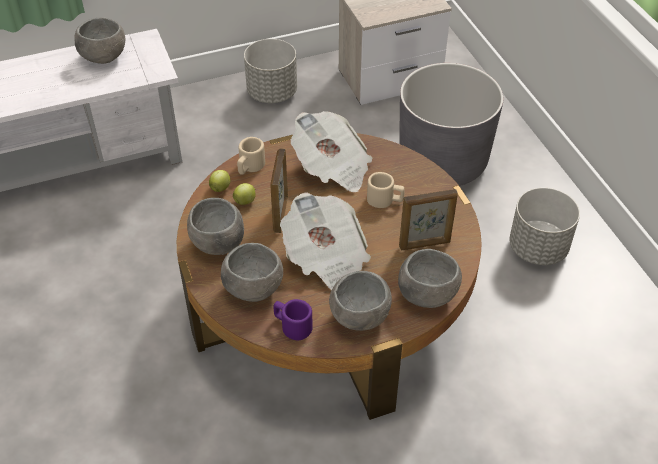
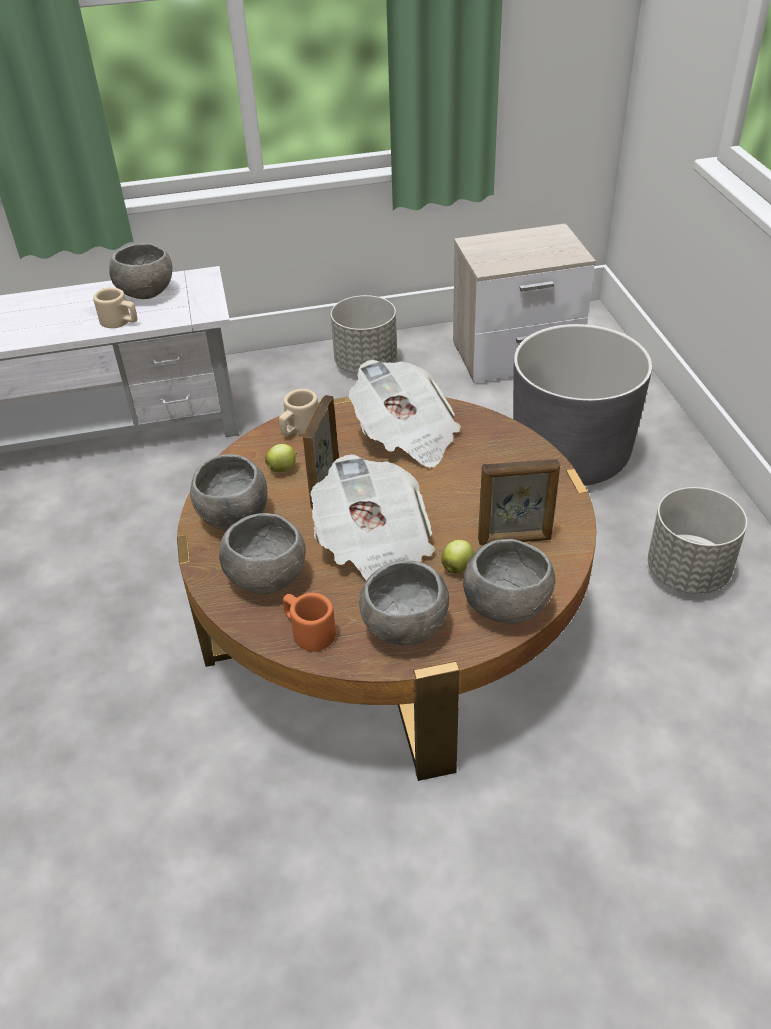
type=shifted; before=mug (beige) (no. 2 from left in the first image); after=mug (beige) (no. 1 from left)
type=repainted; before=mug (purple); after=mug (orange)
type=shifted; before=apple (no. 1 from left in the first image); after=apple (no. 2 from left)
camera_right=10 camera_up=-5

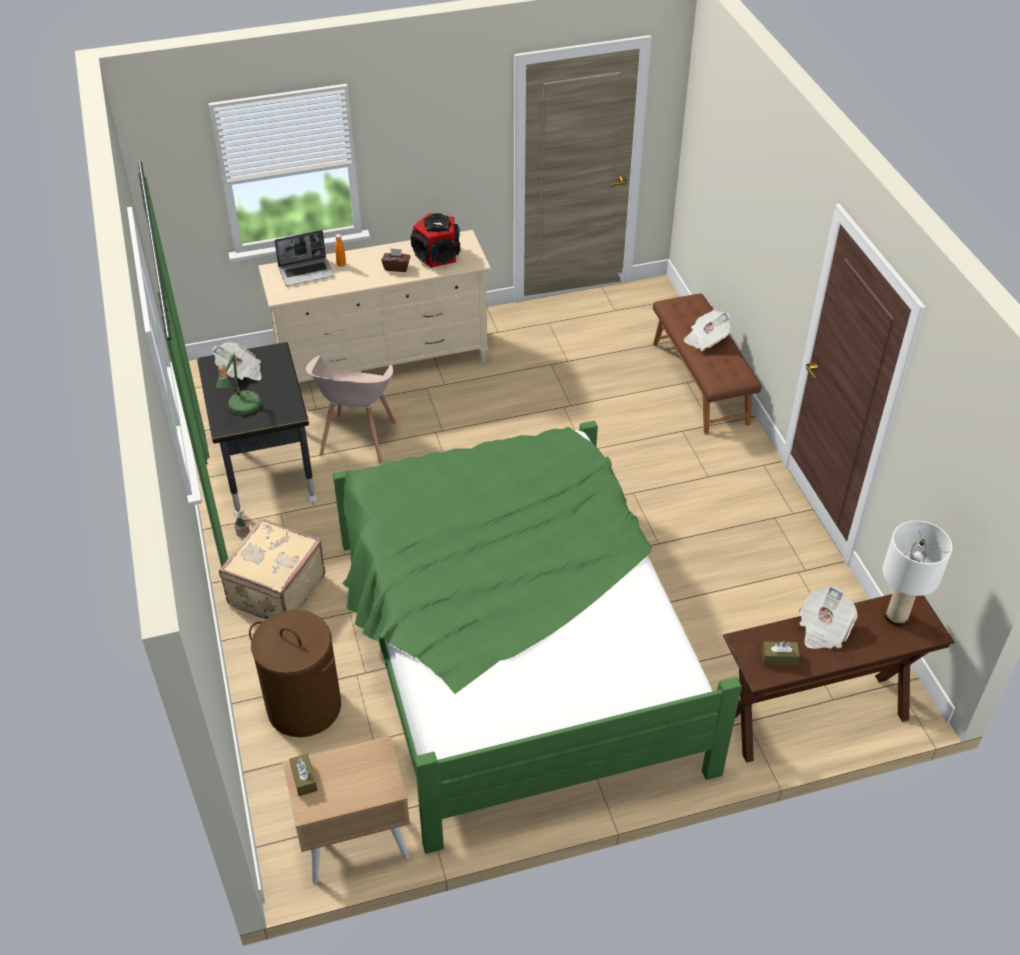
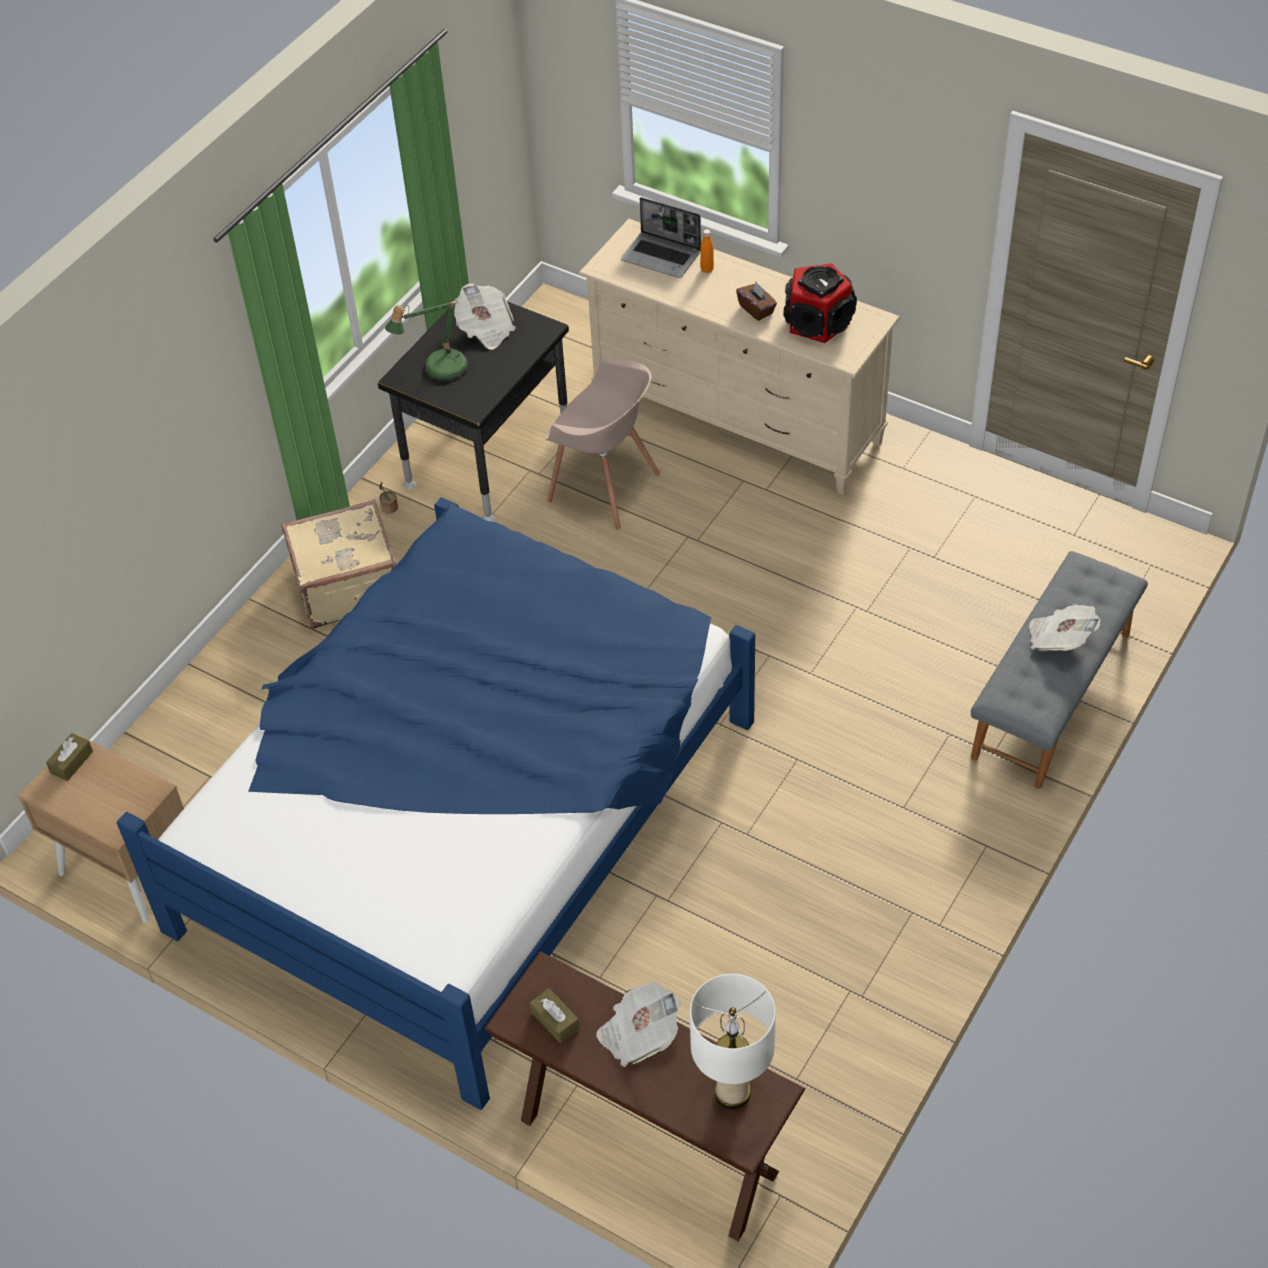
type=repainted; before=bed (green); after=bed (blue)
type=rotated; before=chair (beige); turn=-120
type=repainted; before=bench (brown); after=bench (grey)
type=gone; before=laundry basket (brown)
camera_right=50 camera_up=5

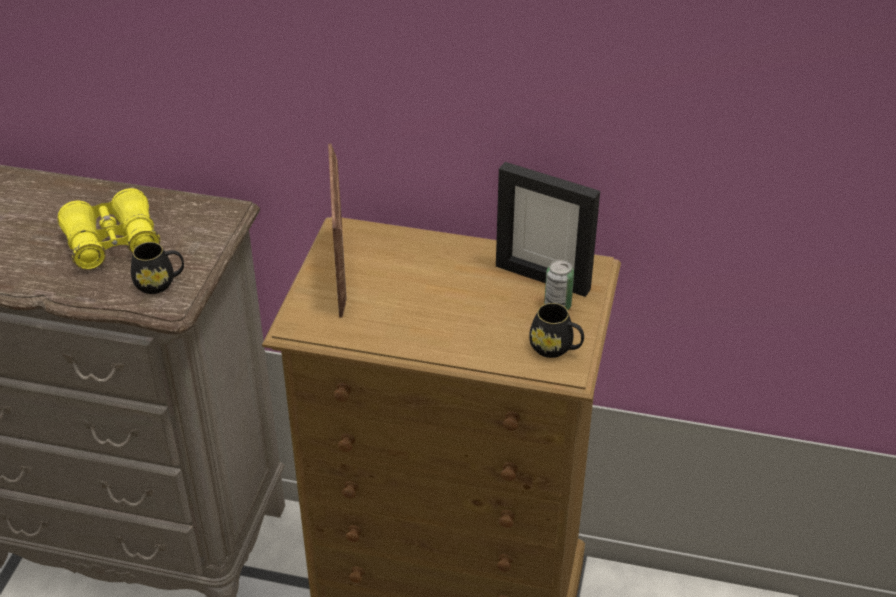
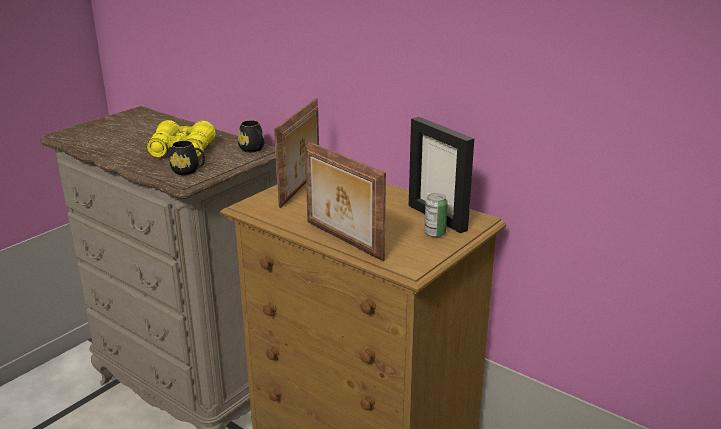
type=shifted; before=mug (black) (no. 2 from left)
type=new; after=picture frame (no. 2 from left)
camera_right=25 camera_up=-15

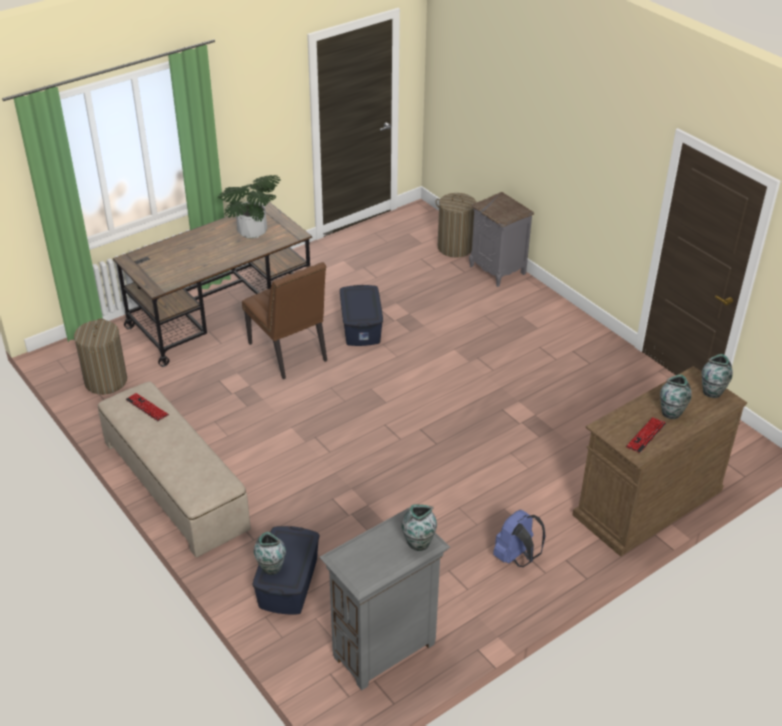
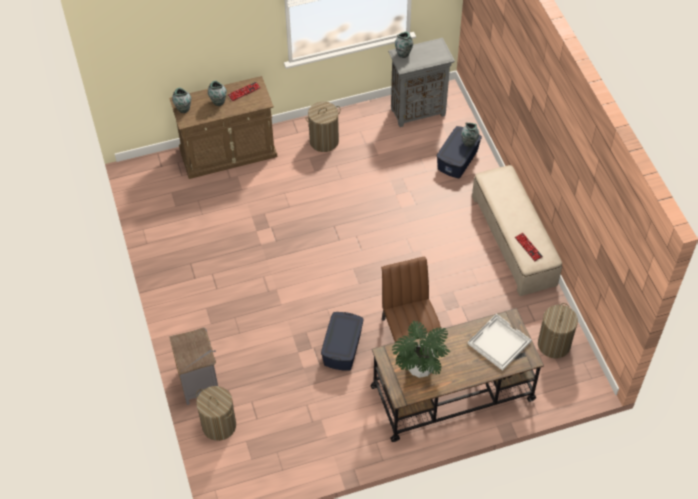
type=swapped; before=backpack (blue); after=laundry basket (no. 2 from left)
type=new; after=tray (white)
camera_right=-160 camera_up=15

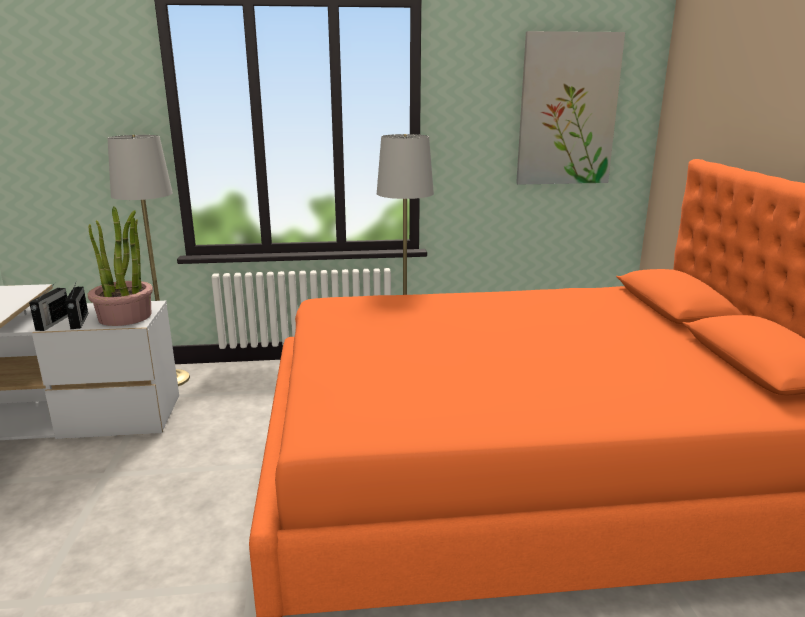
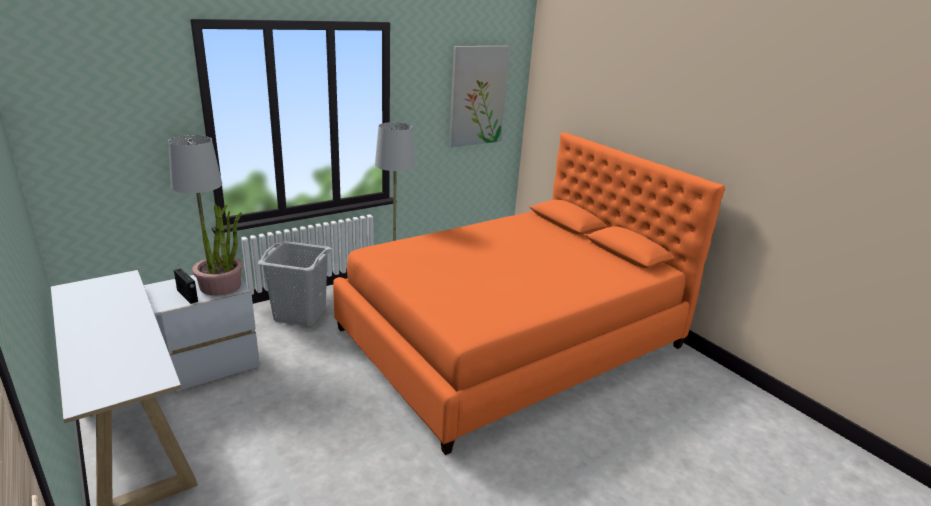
type=new; after=laundry basket (grey)
type=gone; before=radio (no. 1 from left)
camera_right=-30 camera_up=5

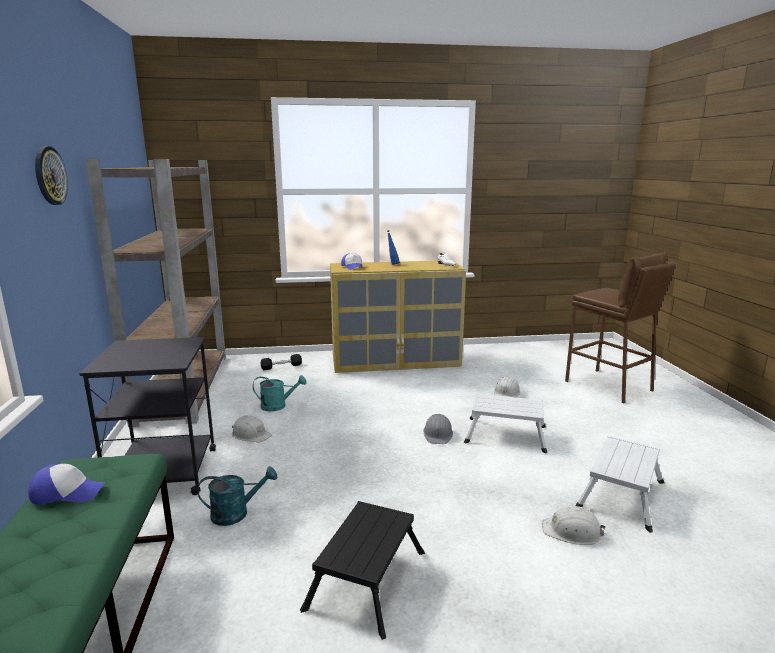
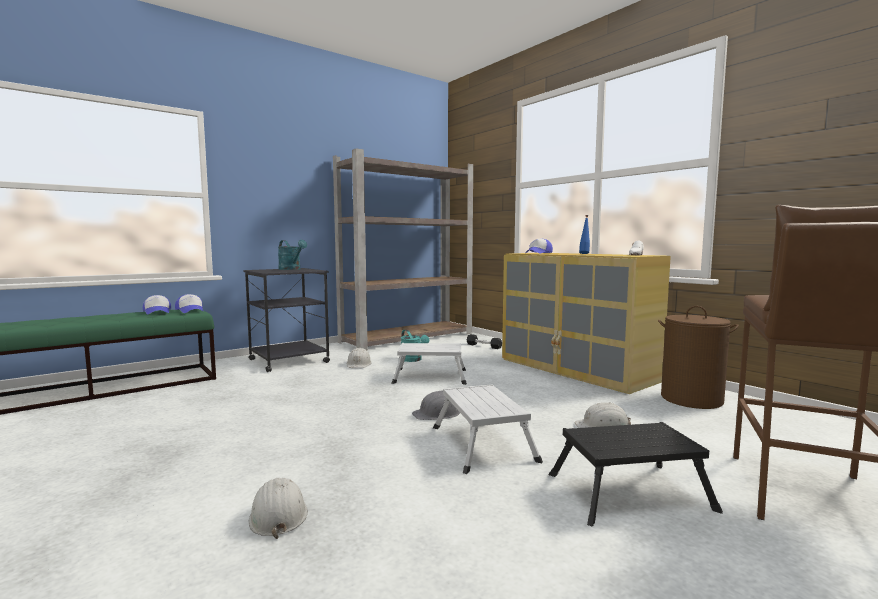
type=new; after=cap (no. 2 from left)
type=shifted; before=watering can (turquoise) (no. 1 from left)
type=shifted; before=step ladder (white) (no. 2 from left in the first image); after=step ladder (white) (no. 1 from left)
type=shifted; before=step ladder (black)
type=new; after=laundry basket (brown)
type=gone; before=wall clock
camera_right=60 camera_up=-10

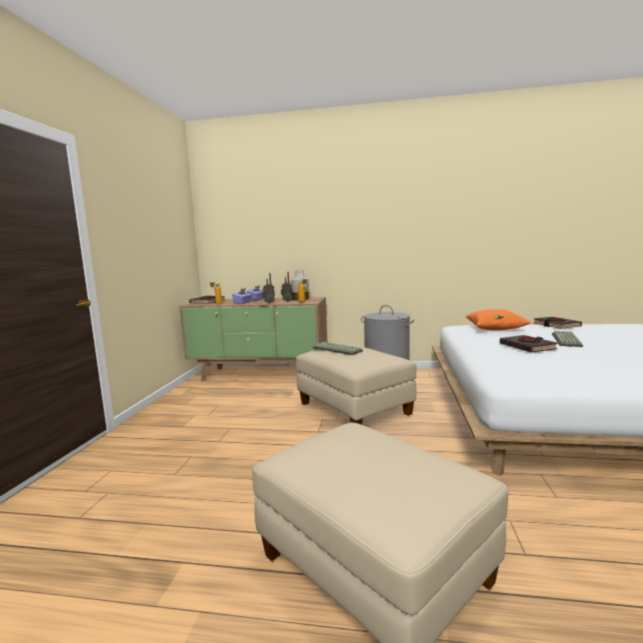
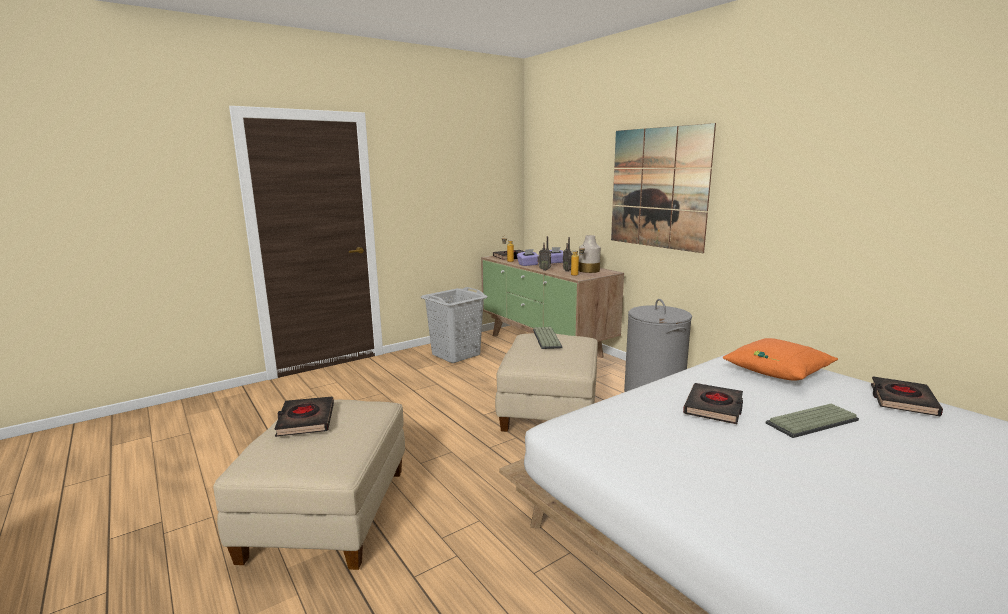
type=new; after=book (black) (no. 1 from left)
type=new; after=laundry basket (grey) (no. 1 from left)
type=new; after=picture
camera_right=45 camera_up=5

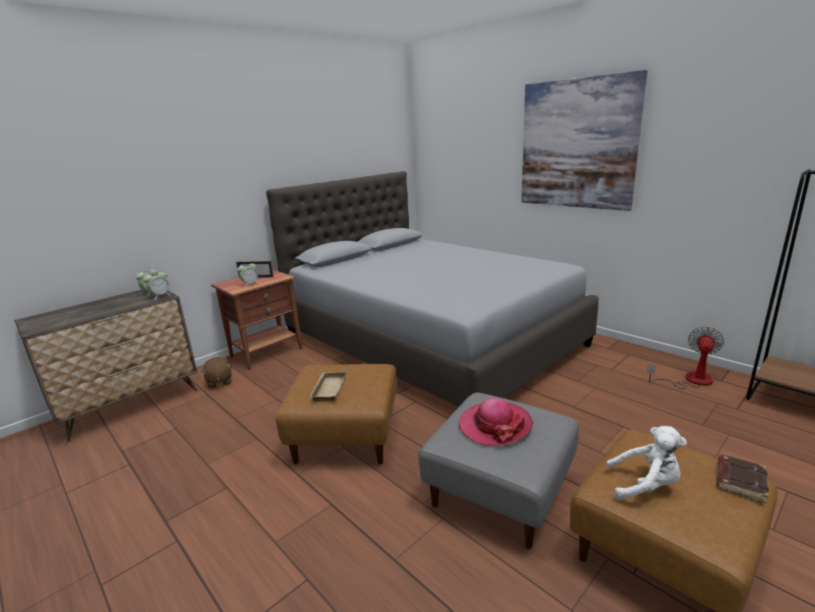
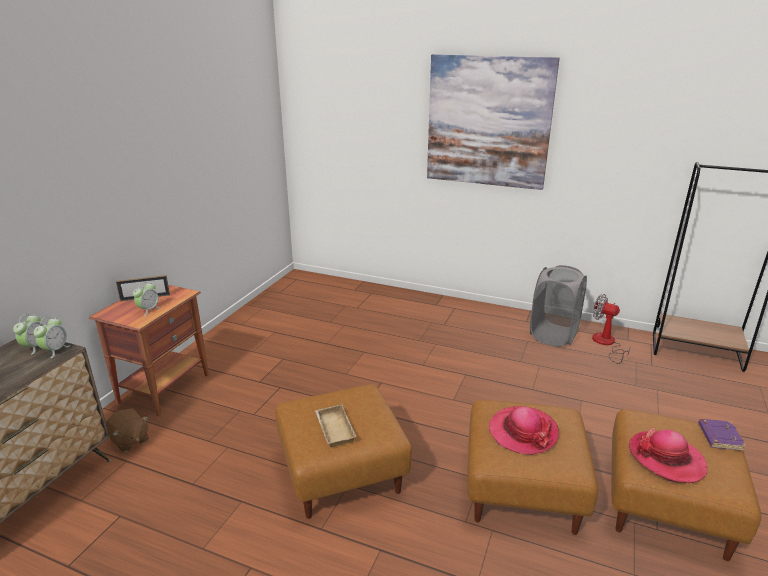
type=repainted; before=ottoman (grey); after=ottoman (brown) (no. 2 from left)
type=new; after=laundry basket (grey)
type=rotated; before=fan; turn=-60
type=swapped; before=plush toy (white); after=hat (no. 2 from left)
type=repainted; before=book (brown); after=book (purple)
type=gone; before=bed (grey)
camera_right=-25 camera_up=5

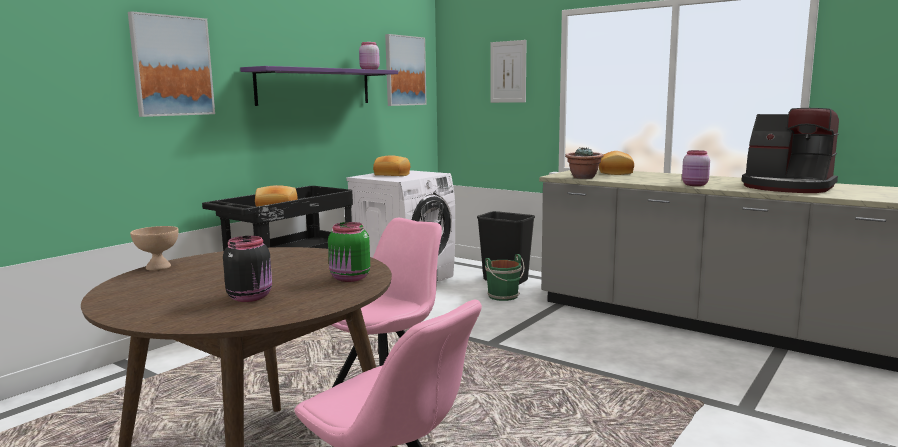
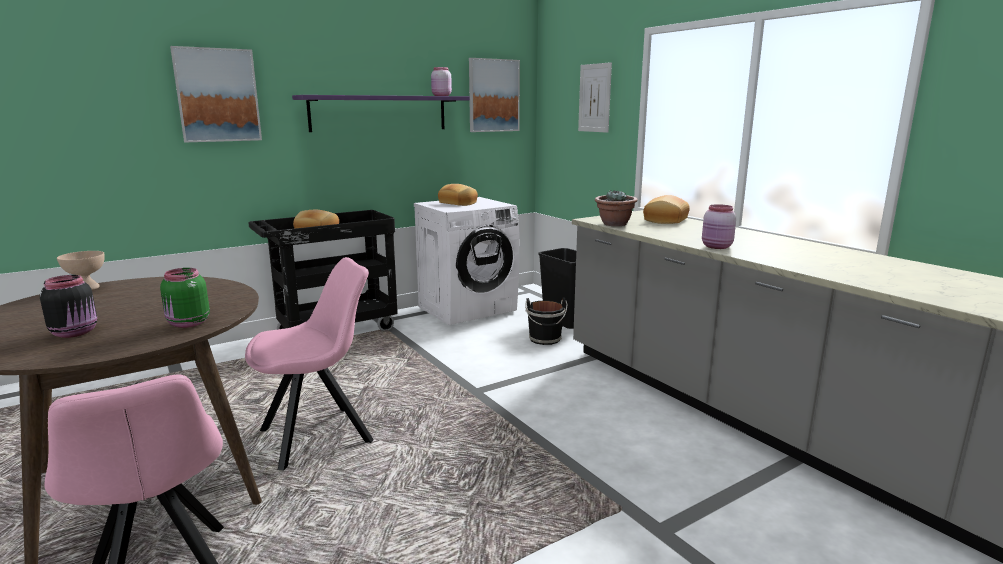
type=repainted; before=bucket (green); after=bucket (black)
type=gone; before=coffee machine
camera_right=20 camera_up=5

